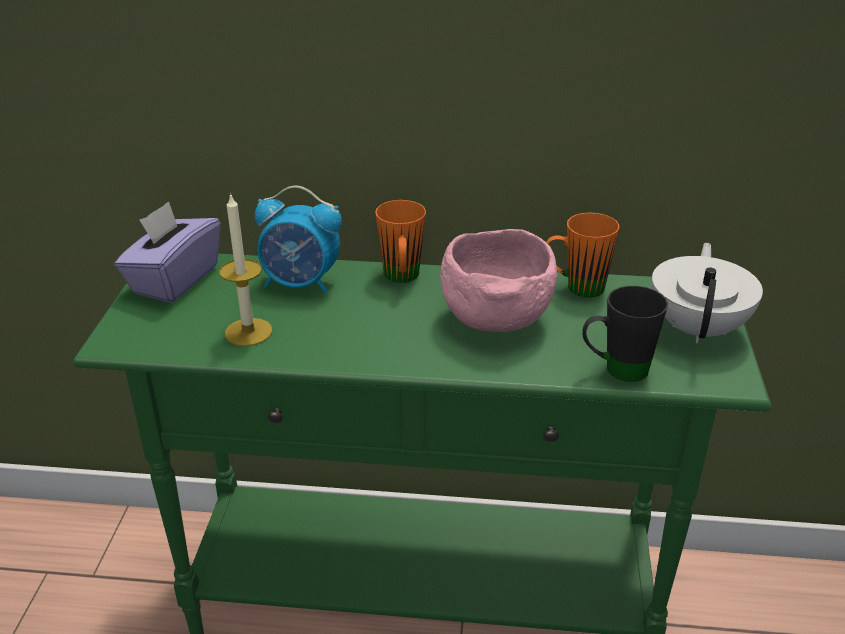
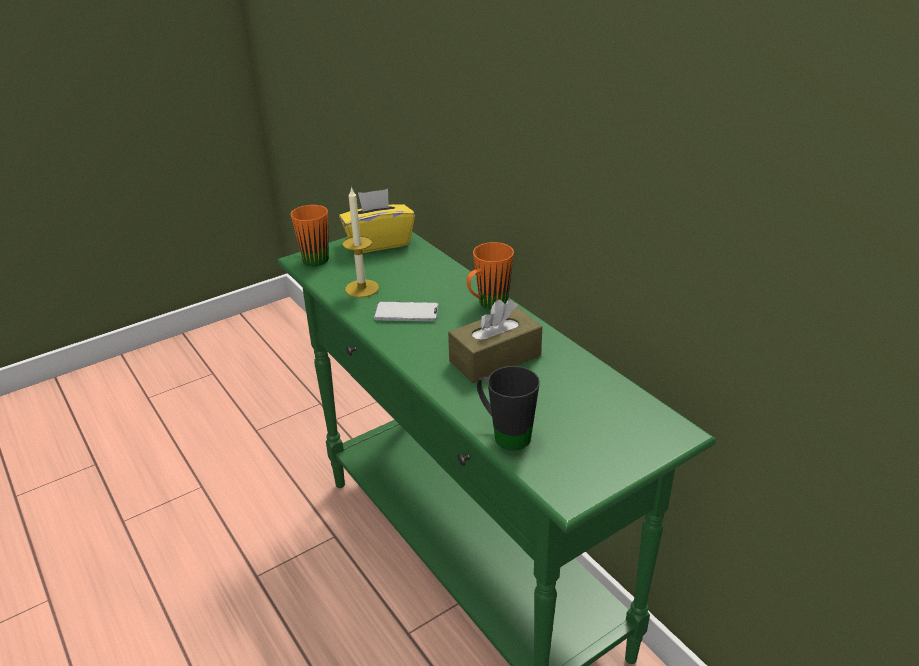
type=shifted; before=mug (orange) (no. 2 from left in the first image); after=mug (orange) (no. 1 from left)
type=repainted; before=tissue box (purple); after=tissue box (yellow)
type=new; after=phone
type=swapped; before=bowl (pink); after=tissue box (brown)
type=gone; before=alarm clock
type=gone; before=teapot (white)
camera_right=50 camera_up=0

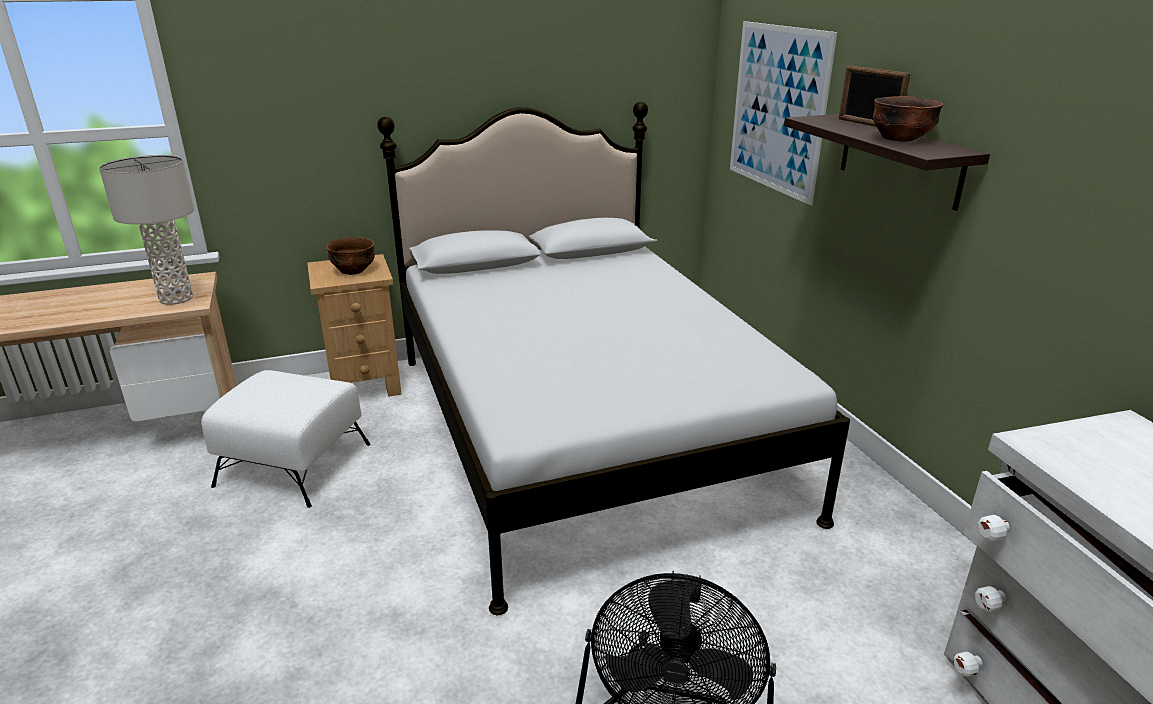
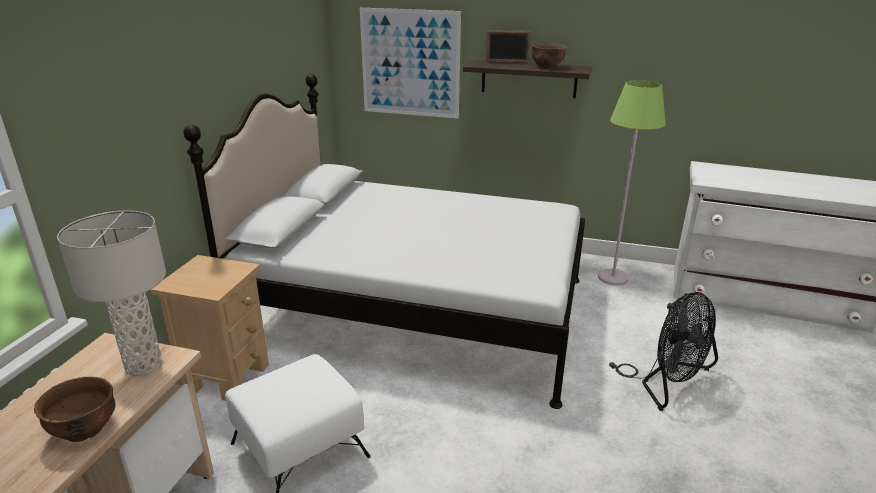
type=shifted; before=bowl (brown) (no. 1 from left)
type=new; after=floor lamp (green)
camera_right=-55 camera_up=0

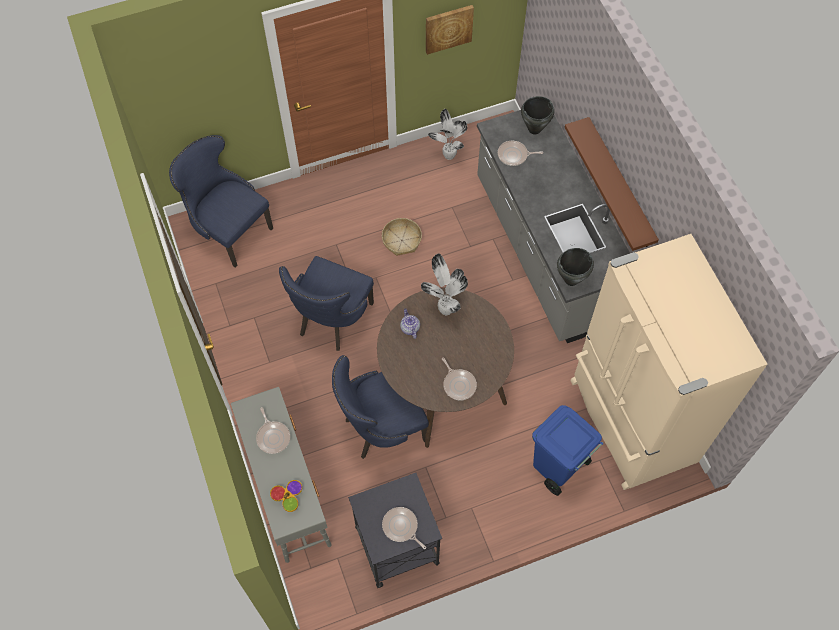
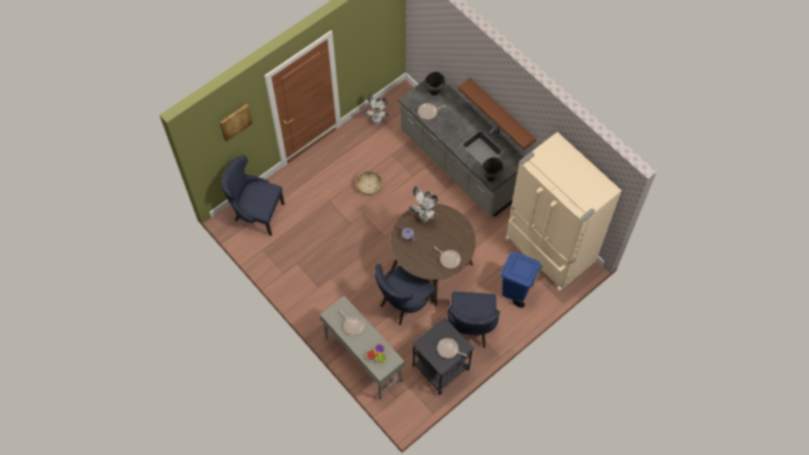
type=shifted; before=picture
type=shifted; before=chair (blue) (no. 2 from left in the first image); after=chair (blue) (no. 3 from left)
camera_right=-20 camera_up=0

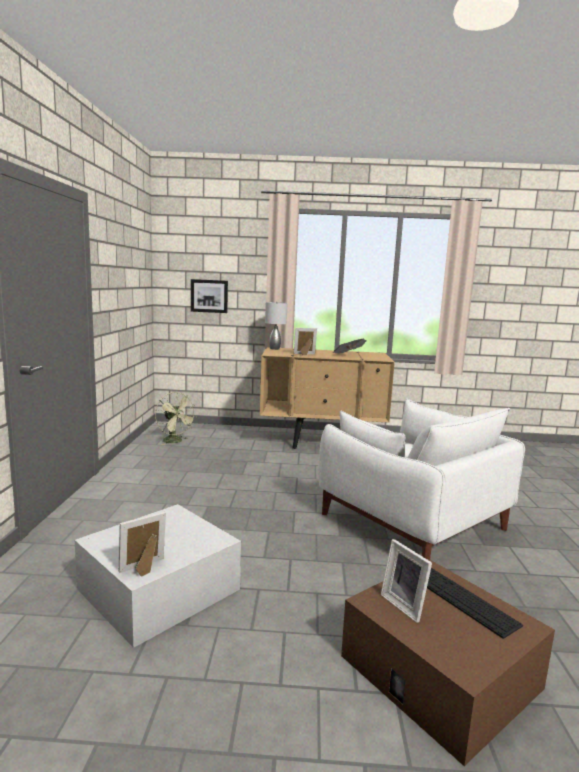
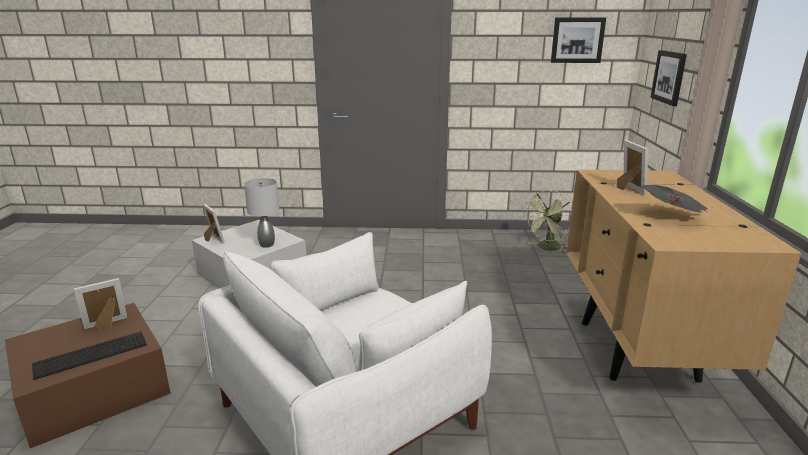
type=shifted; before=table lamp (grey)
type=new; after=picture (no. 1 from left)
camera_right=90 camera_up=10

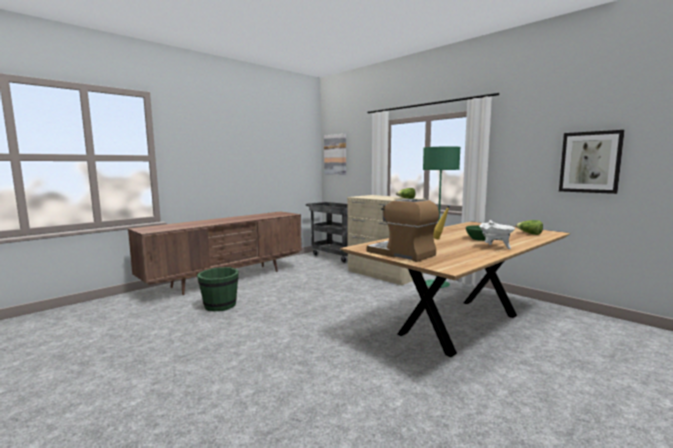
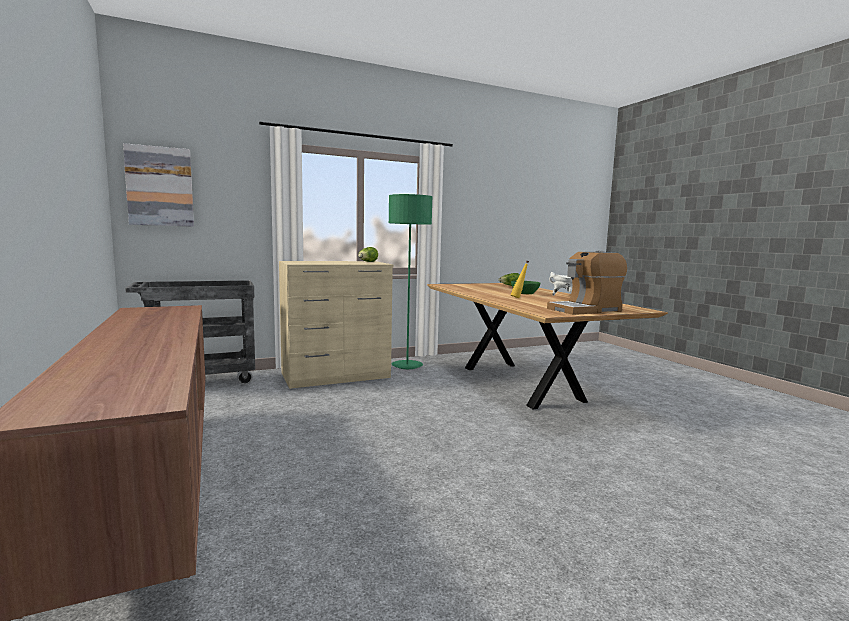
type=gone; before=bucket (green)
type=gone; before=picture (no. 2 from left)
camera_right=-70 camera_up=0

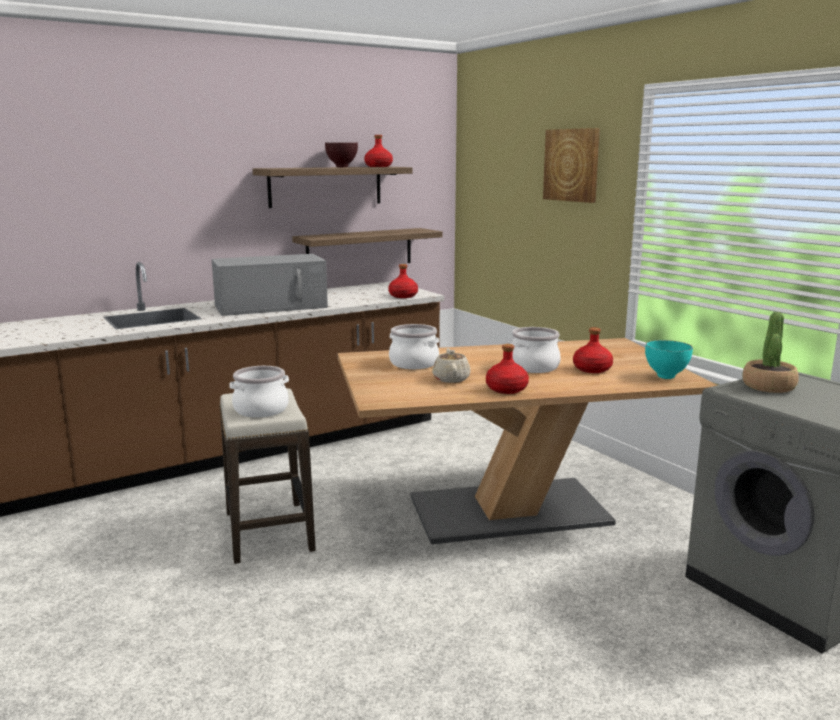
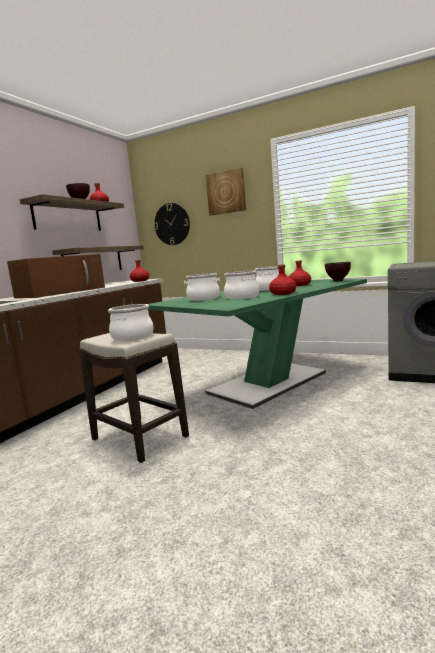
type=repainted; before=microwave (grey); after=microwave (brown)
type=repainted; before=dining table (brown); after=dining table (green)
type=new; after=wall clock
type=swapped; before=teapot (beige); after=cooking pot (no. 3 from left)
type=repainted; before=bowl (turquoise); after=bowl (brown) (no. 2 from left)
type=gone; before=potted plant
camera_right=-30 camera_up=-5

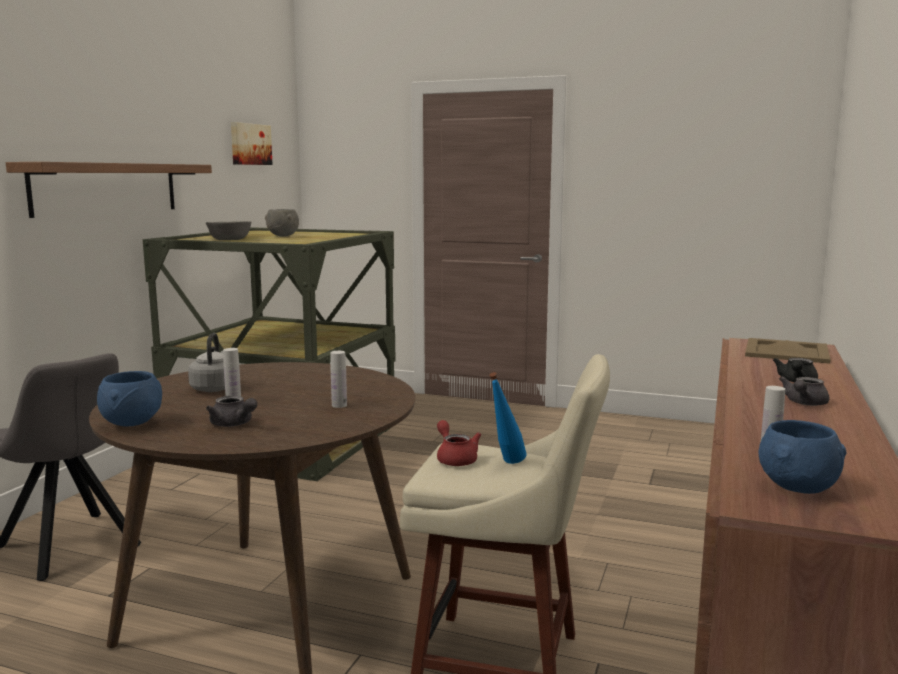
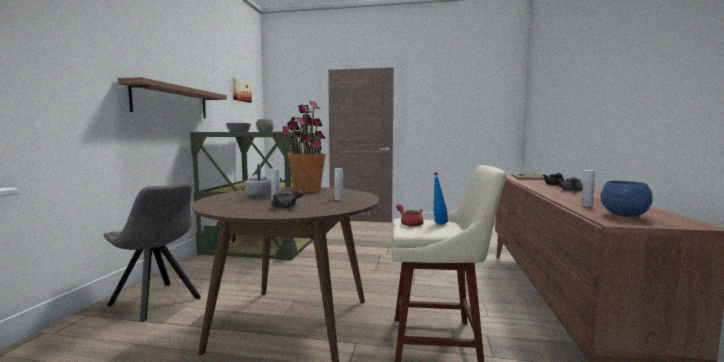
type=new; after=potted plant
type=gone; before=bowl (blue) (no. 1 from left)
camera_right=-10 camera_up=-5

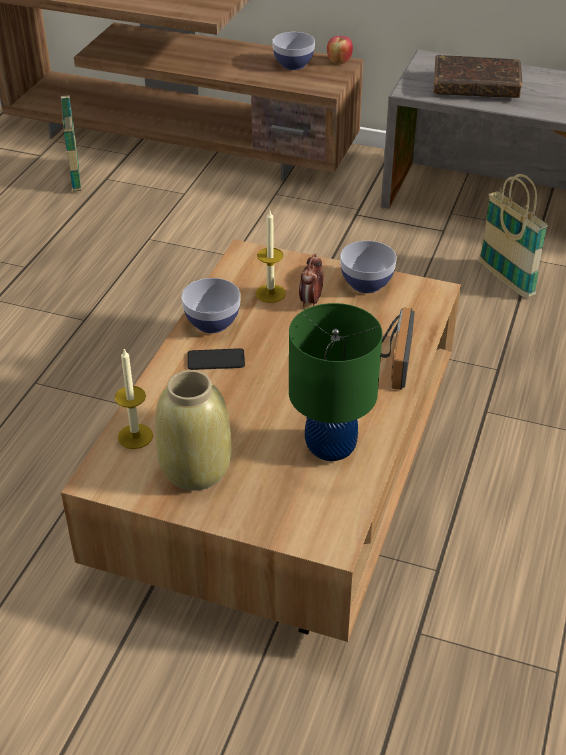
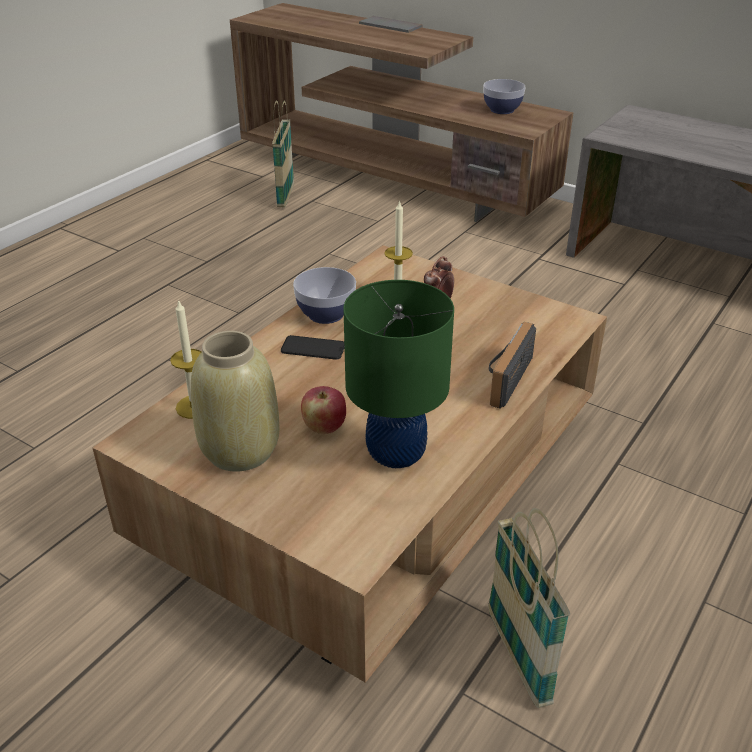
type=shifted; before=apple
type=shifted; before=basket (no. 2 from left)
type=gone; before=bowl (no. 3 from left)
type=gone; before=book (brown)
camera_right=15 camera_up=-5

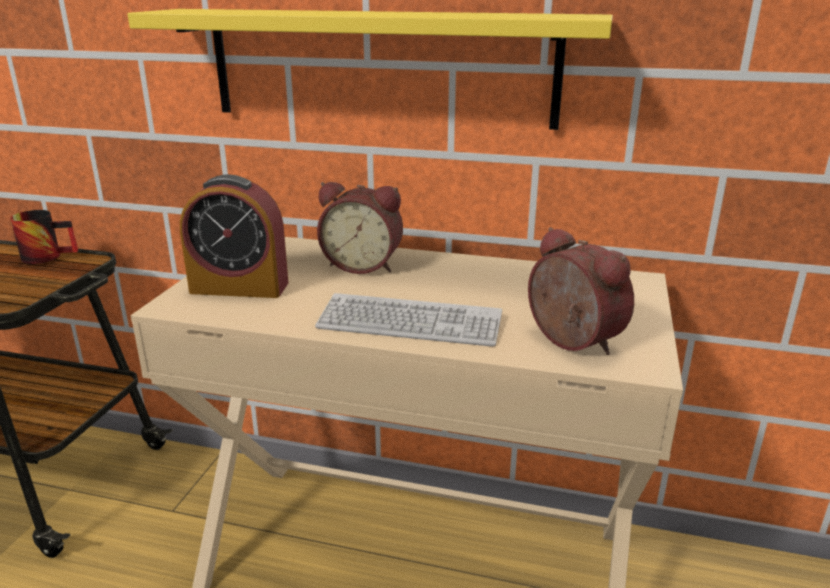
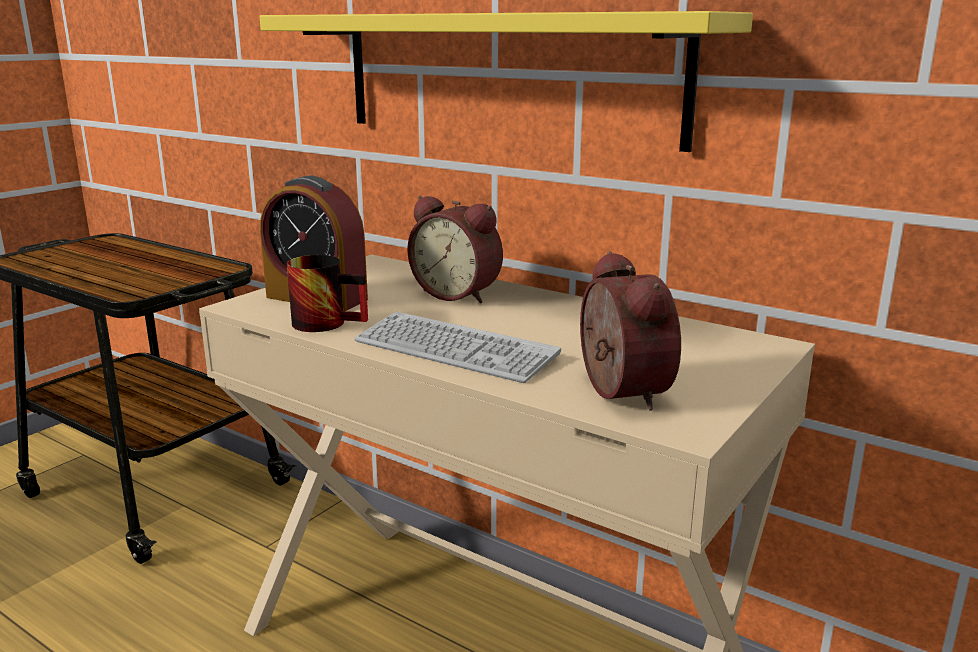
type=shifted; before=mug
camera_right=20 camera_up=-5

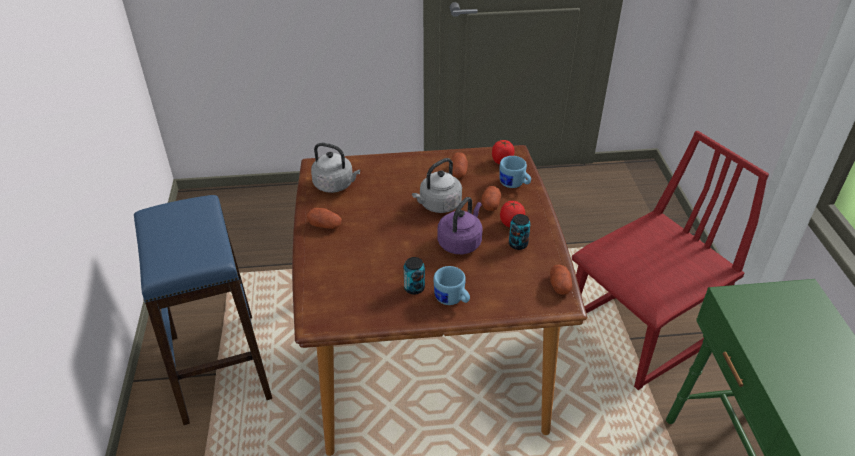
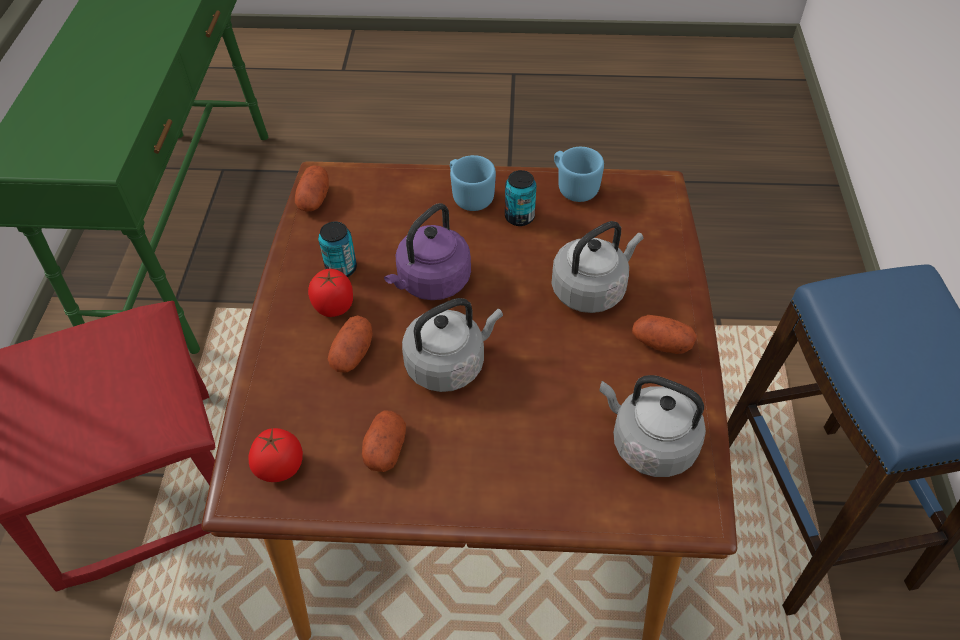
type=new; after=kettle (grey) (no. 2 from left)
type=shifted; before=mug (blue) (no. 2 from left)
camera_right=-170 camera_up=10

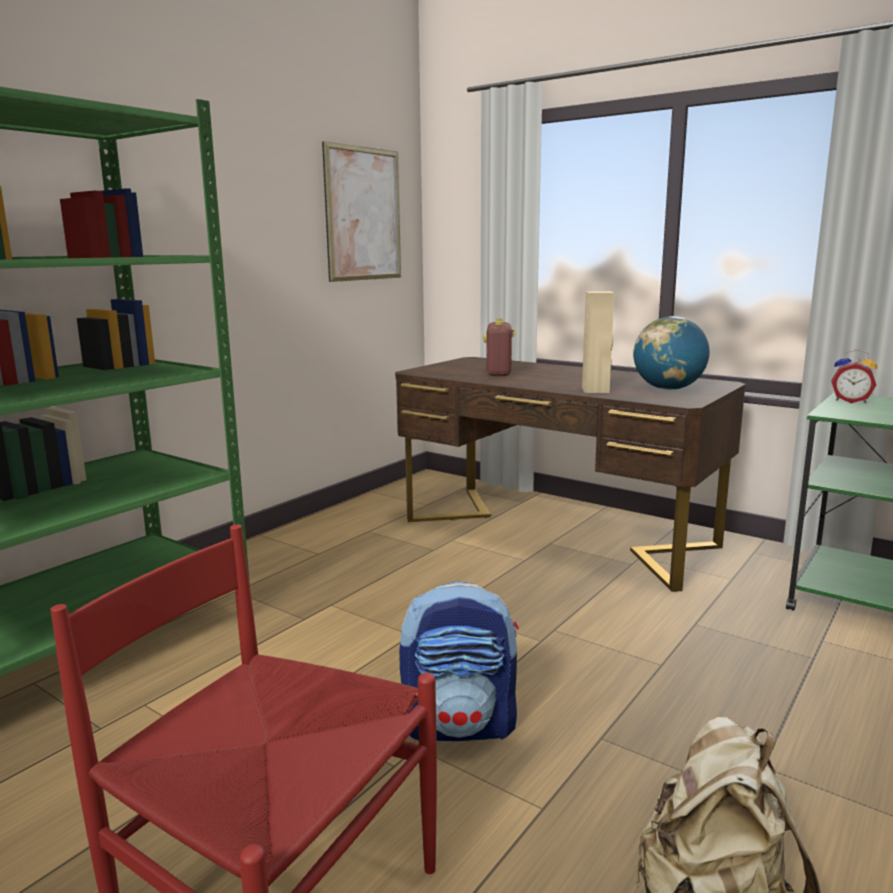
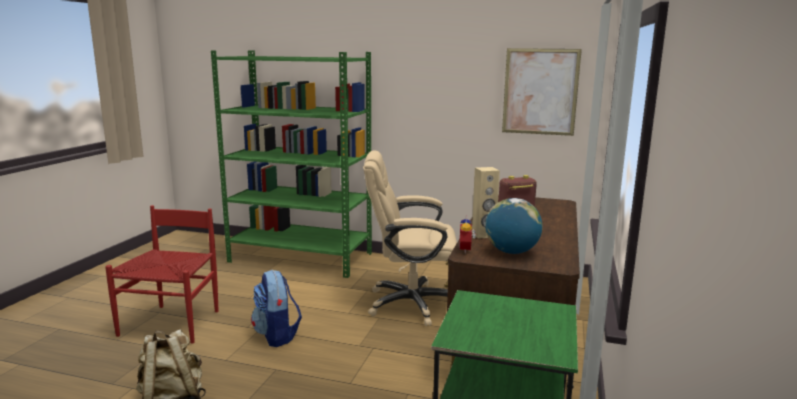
type=new; after=office chair (beige)
type=shifted; before=alarm clock
camera_right=70 camera_up=0

